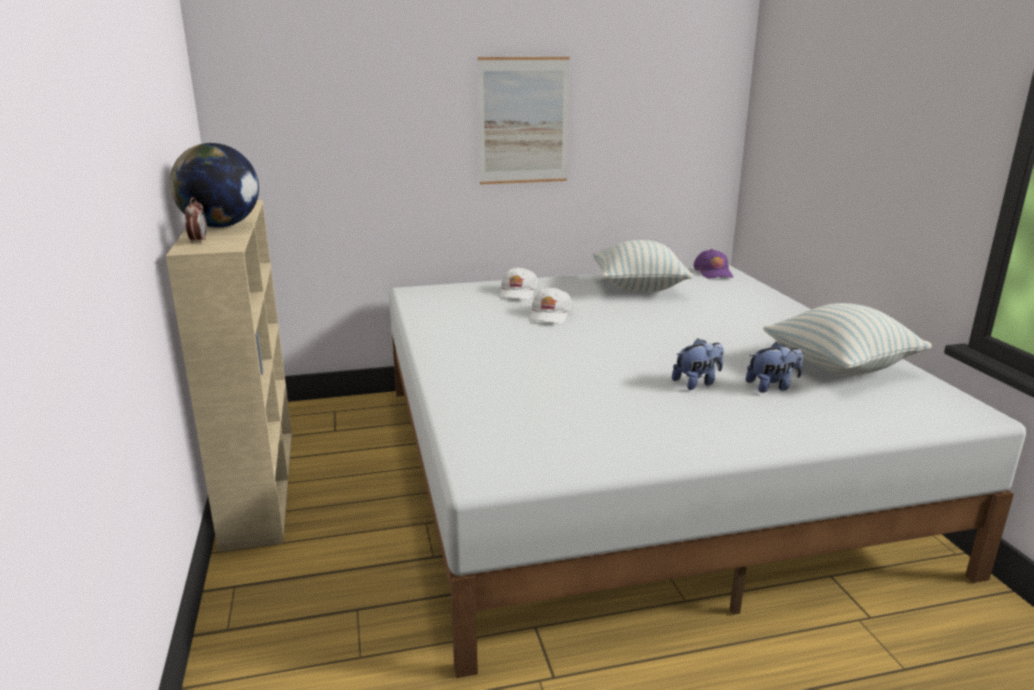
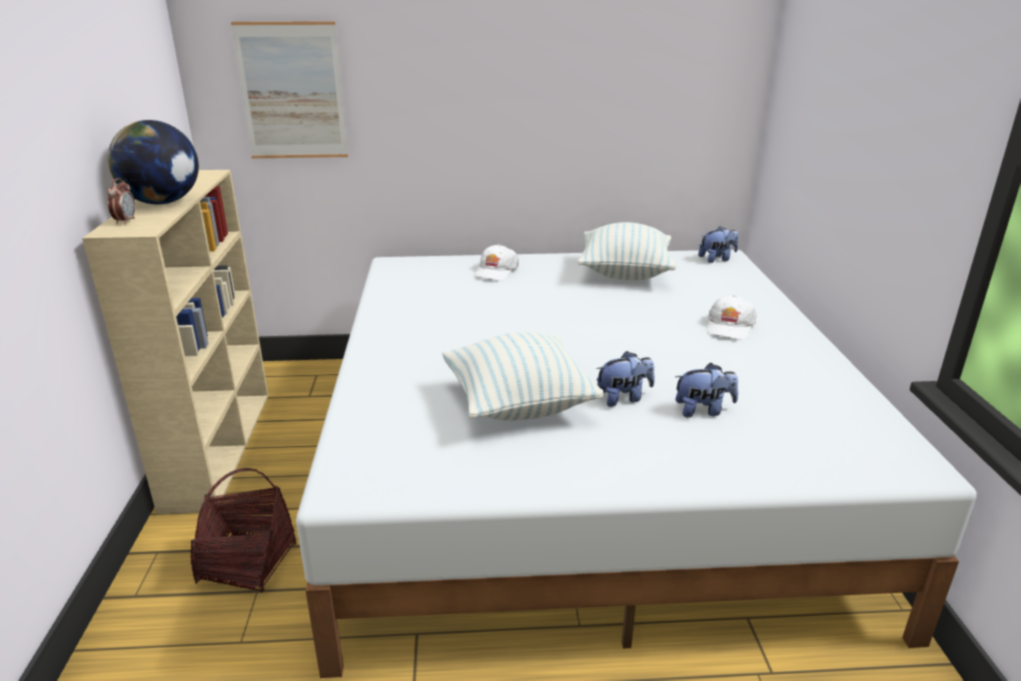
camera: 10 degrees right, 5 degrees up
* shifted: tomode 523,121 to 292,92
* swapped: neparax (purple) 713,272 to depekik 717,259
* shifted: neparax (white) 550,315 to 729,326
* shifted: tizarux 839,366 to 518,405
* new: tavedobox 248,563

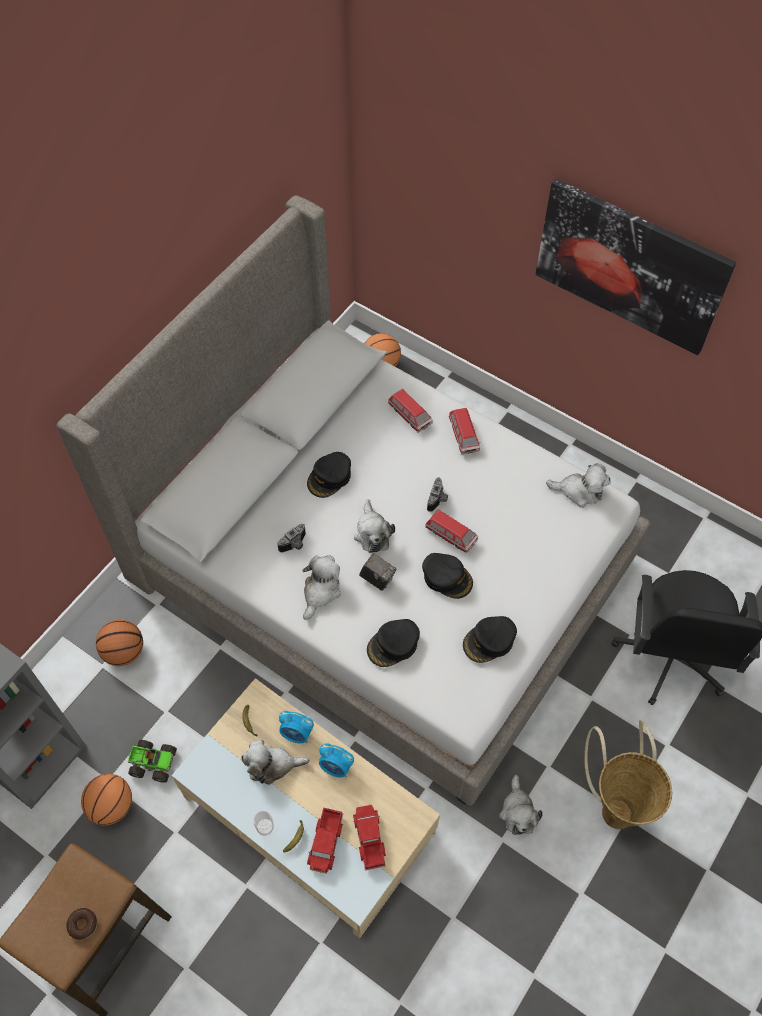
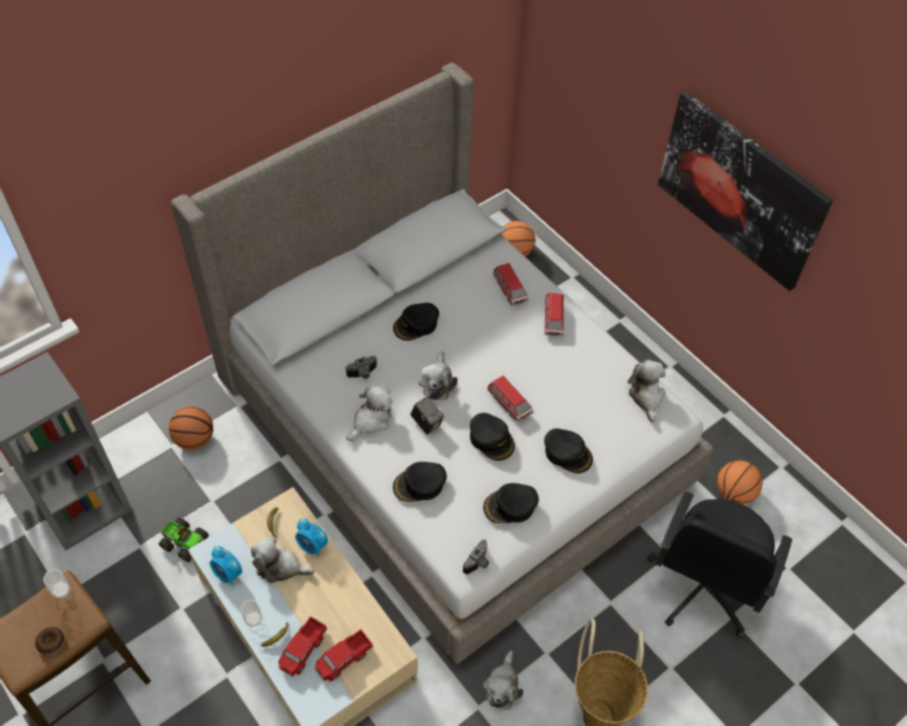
camera: 15 degrees right, 5 degrees down
* rotated: depekik 579,491 = 646,396 120 degrees counterclockwise
* shifted: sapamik 438,499 to 479,563
* shifted: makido 336,767 to 228,574
* shifted: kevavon 112,806 to 734,493
* rotated: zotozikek 369,839 = 344,659 135 degrees counterclockwise
* new: neparax (black) 567,453
* new: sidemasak 61,591

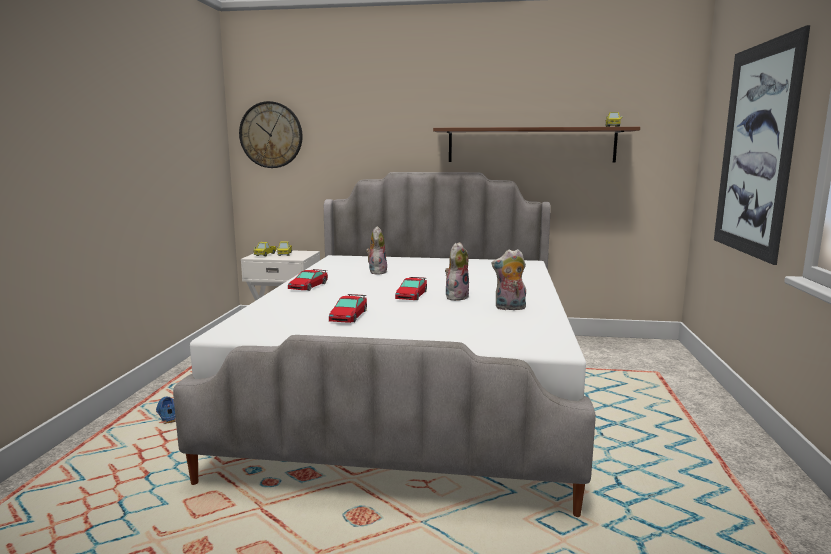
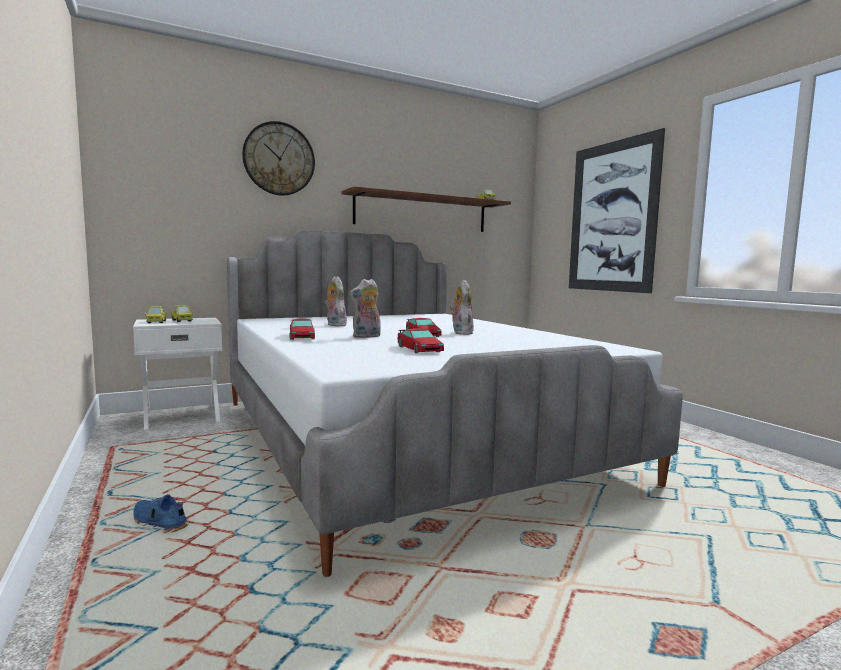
camera: 35 degrees left, 5 degrees down
* shifted: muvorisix 271,135 to 279,159
* shifted: depekik 509,308 to 366,337

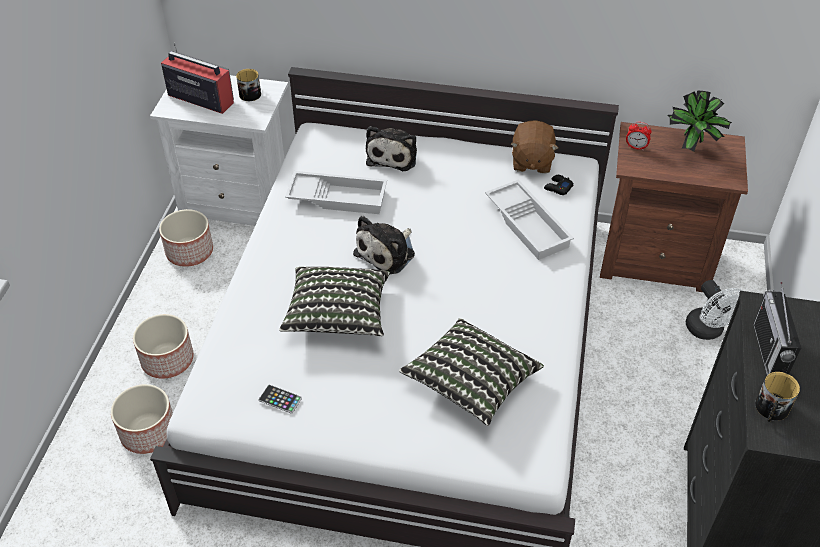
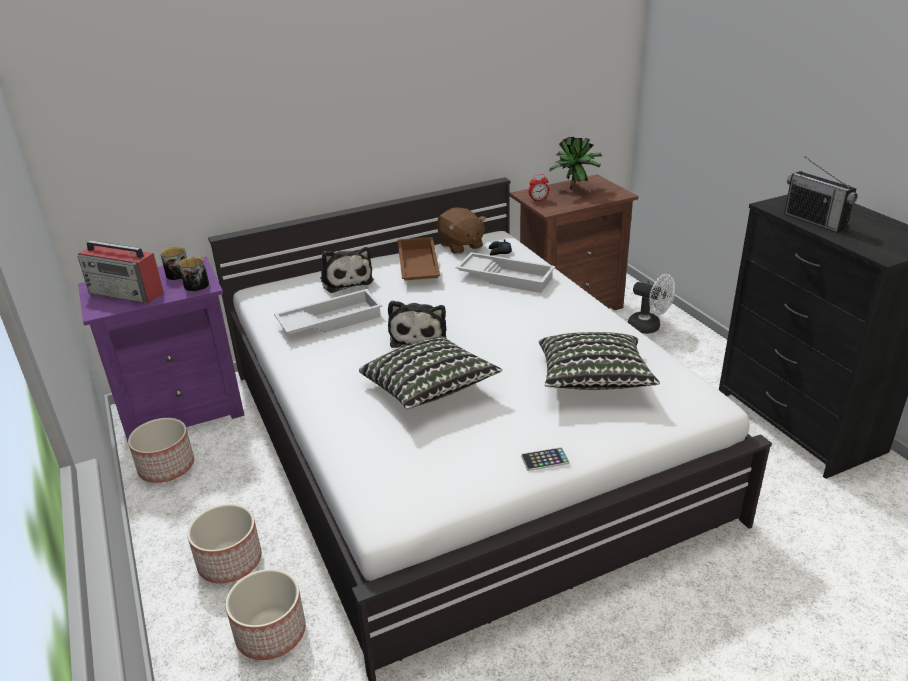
camera: 35 degrees left, 15 degrees down
* rotated: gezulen 200,98 = 127,293 150 degrees counterclockwise
* repainted: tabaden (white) 239,203 to tabaden (purple) 183,410
* shifted: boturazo 771,410 to 196,287
* shifted: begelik 280,399 to 545,460
* new: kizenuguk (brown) 417,267

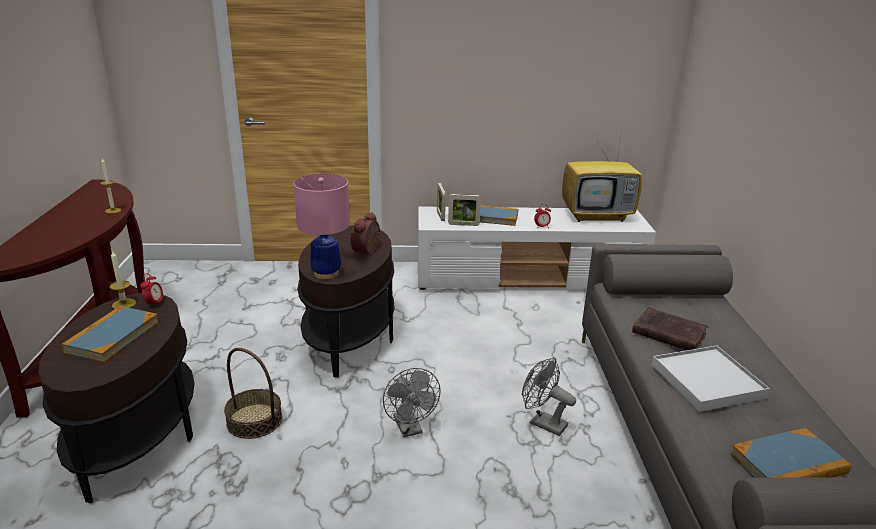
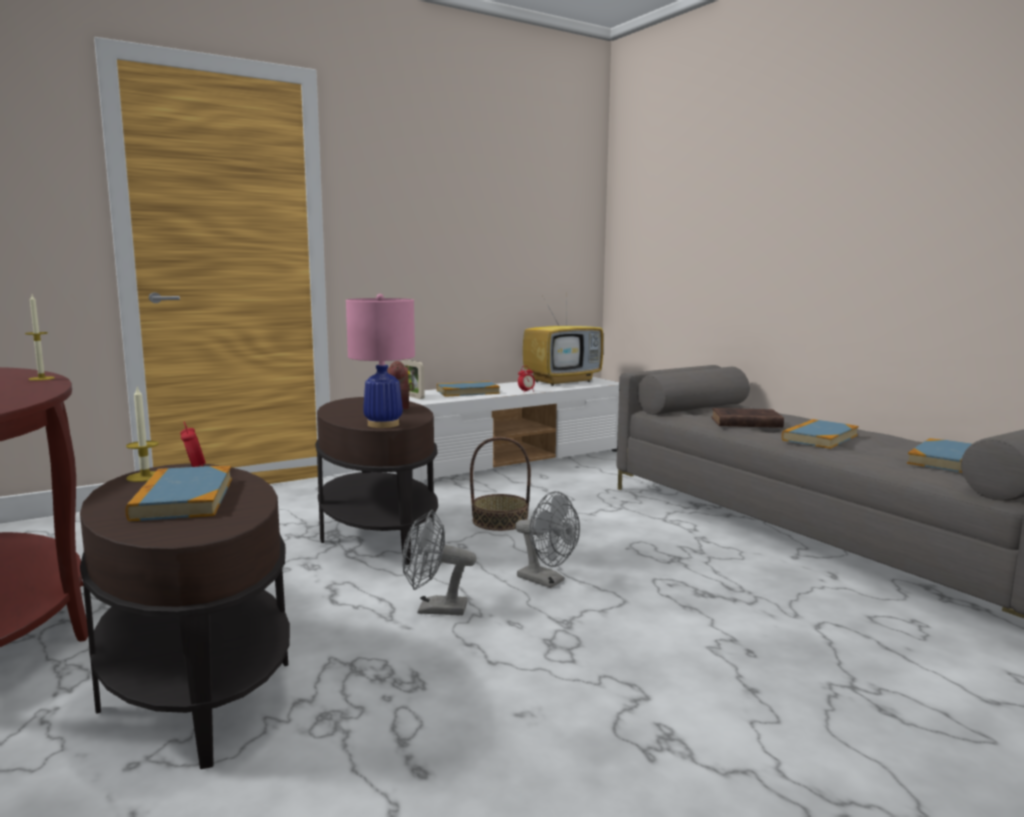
camera: 30 degrees left, 15 degrees down
* gone: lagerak 463,224
* swapped: kizenuguk (white) 706,381 to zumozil 819,437
* shifted: tavedobox 254,420 to 500,521
* shifted: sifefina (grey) 542,423 to 434,609

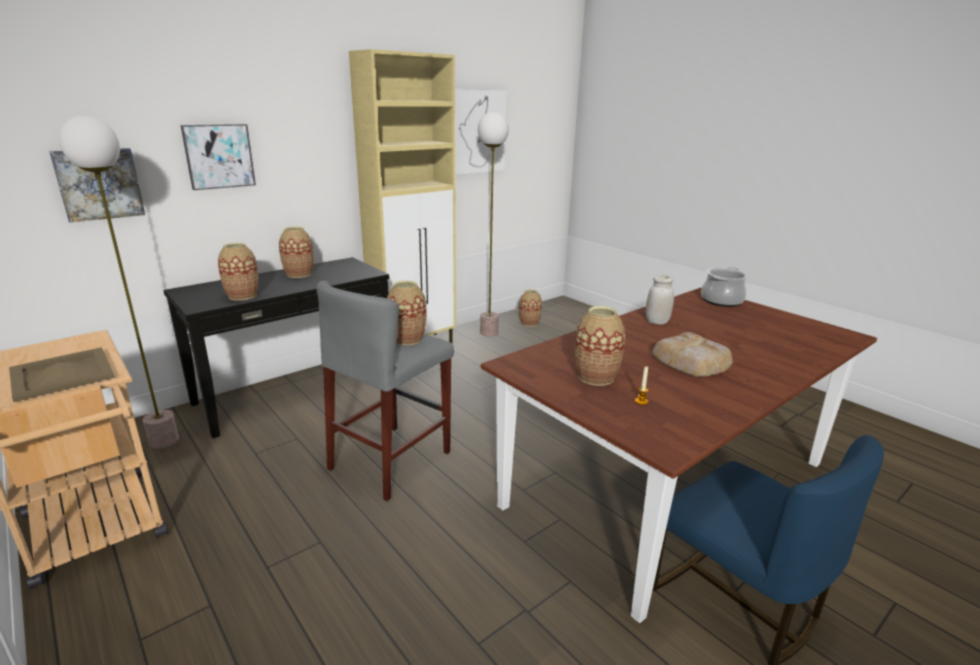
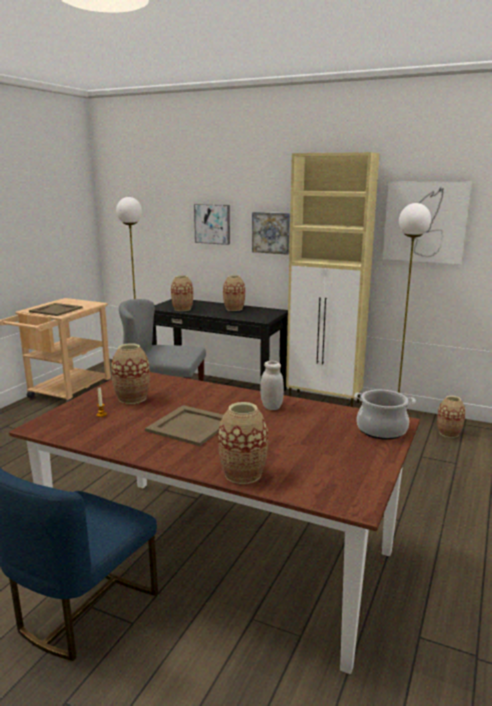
camera: 65 degrees right, 5 degrees down
* shifted: tomode 99,184 to 271,232
* shifted: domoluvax 407,339 to 243,474
* swapped: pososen 691,361 to kizenuguk (beige) 189,425

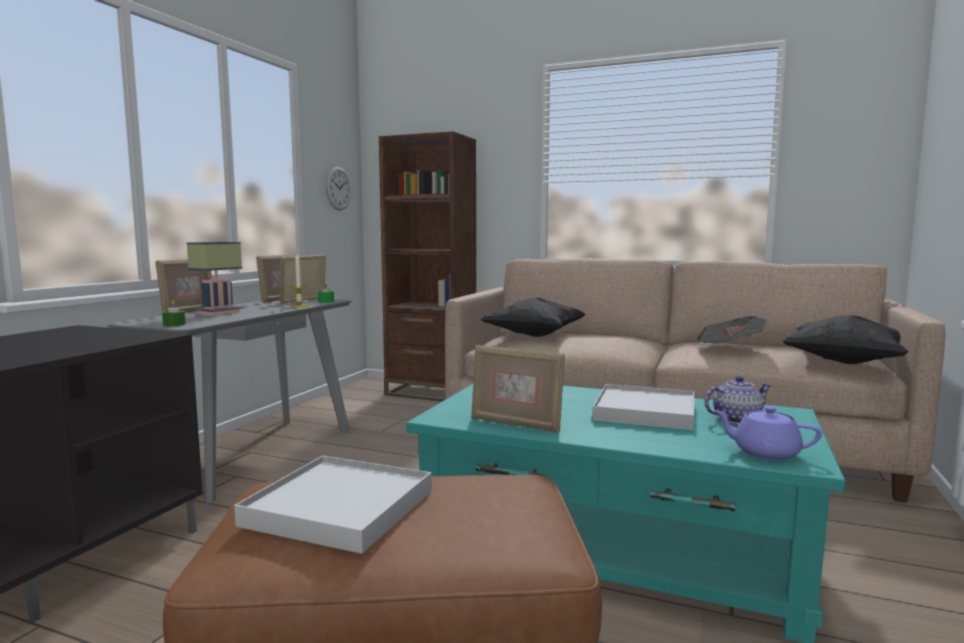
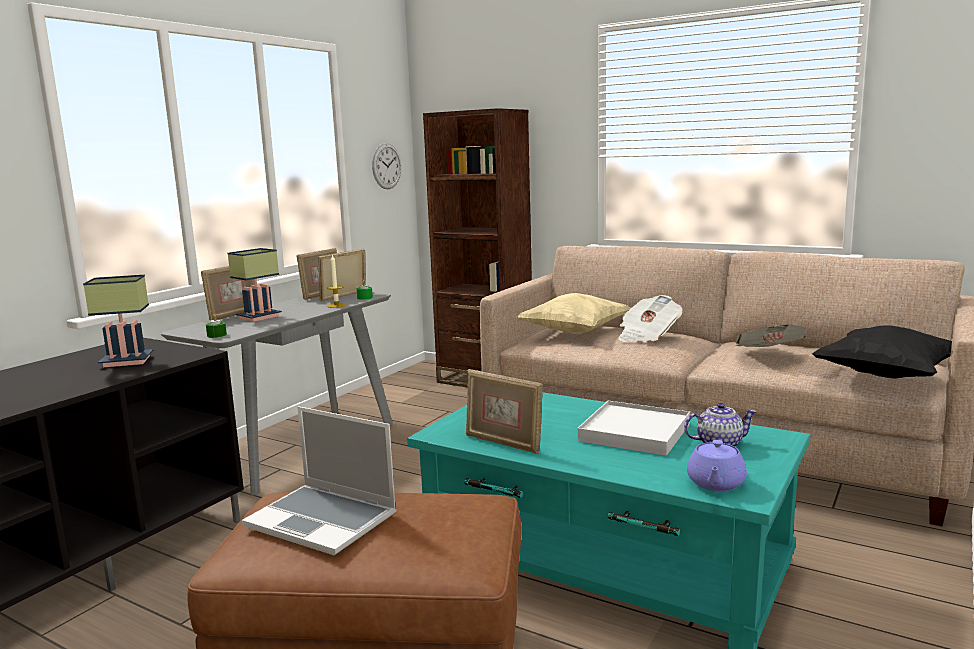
camera: 10 degrees right, 5 degrees up
* repainted: tizarux (black) 534,336 to tizarux (beige) 574,332
* rotated: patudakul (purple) 764,453 = 715,484 105 degrees counterclockwise
* swapped: kizenuguk (white) 340,508 to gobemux 324,520
* new: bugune 129,360
* new: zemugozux 647,336

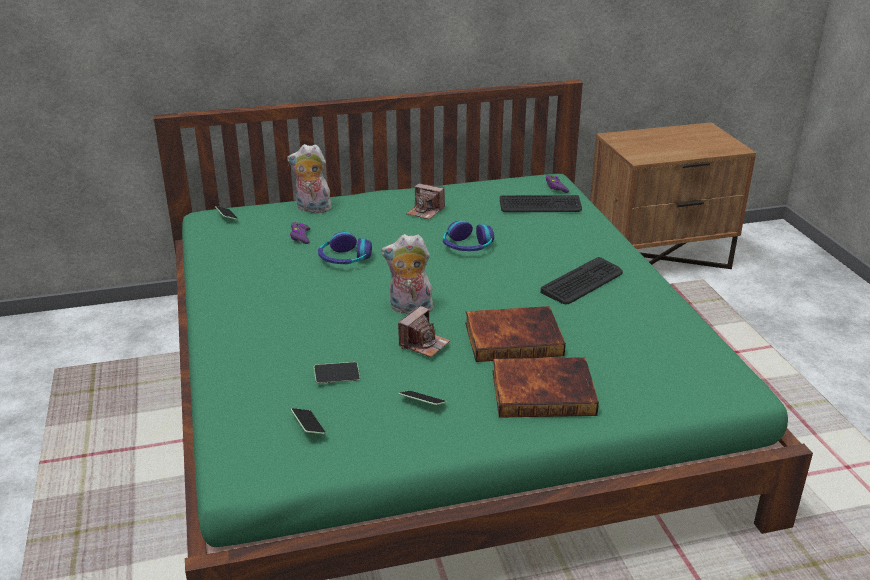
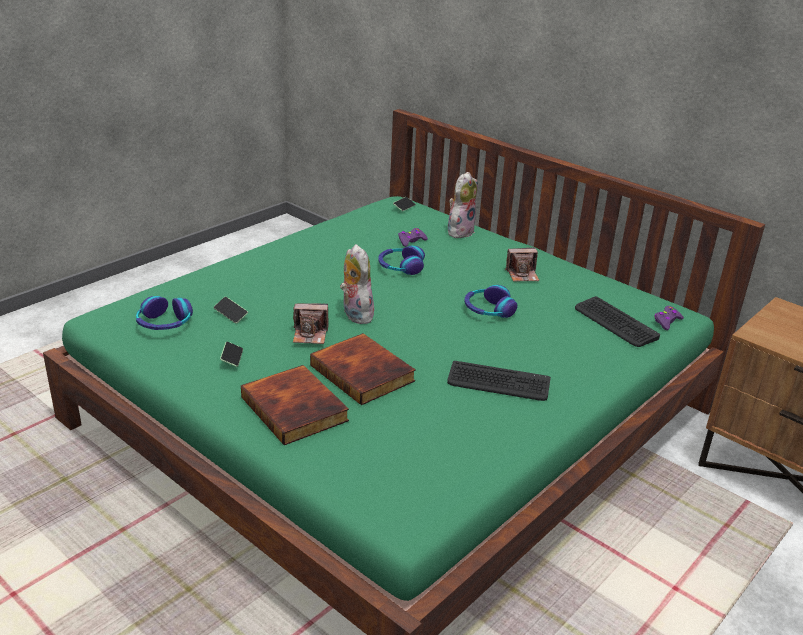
camera: 55 degrees right, 0 degrees up
* rotated: depekik 312,209 = 459,231 60 degrees clockwise
* rotated: sapamik 425,212 = 522,275 90 degrees counterclockwise
* swapped: begelik 308,426 to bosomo 164,323

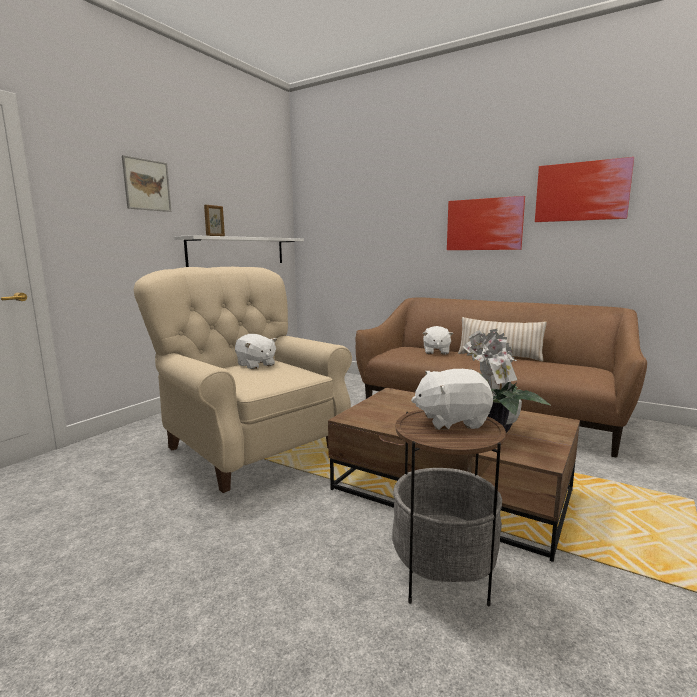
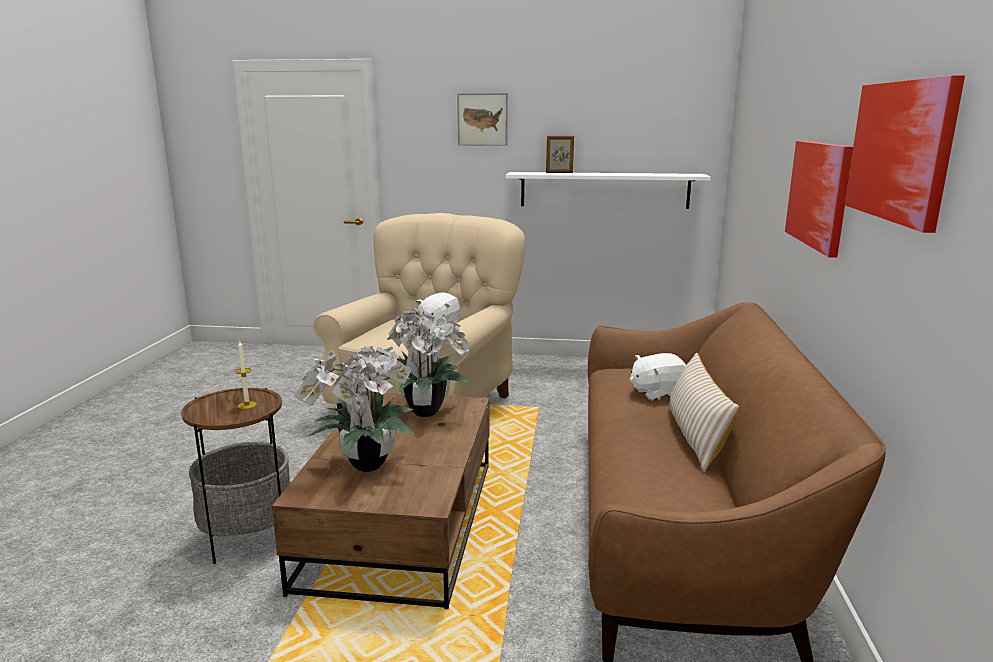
camera: 65 degrees right, 5 degrees up
* swapped: depekik (white) 451,421 to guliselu 247,405
* new: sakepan 424,411

